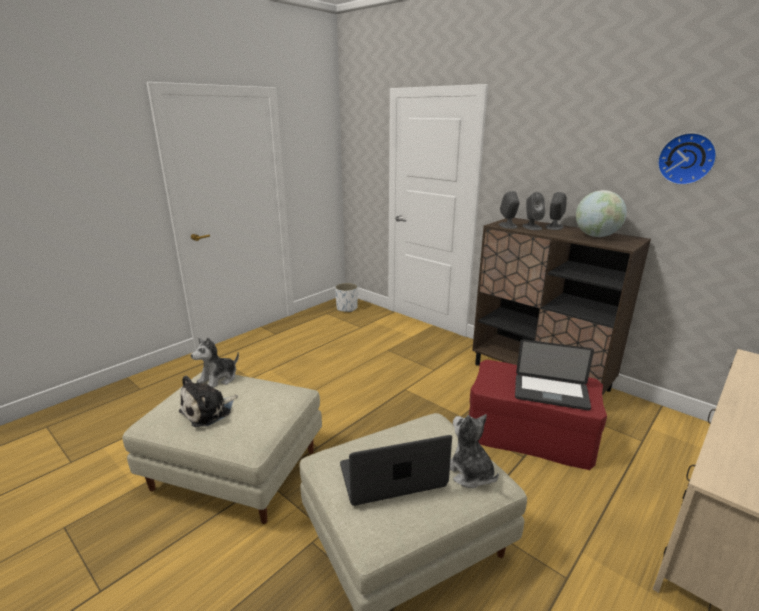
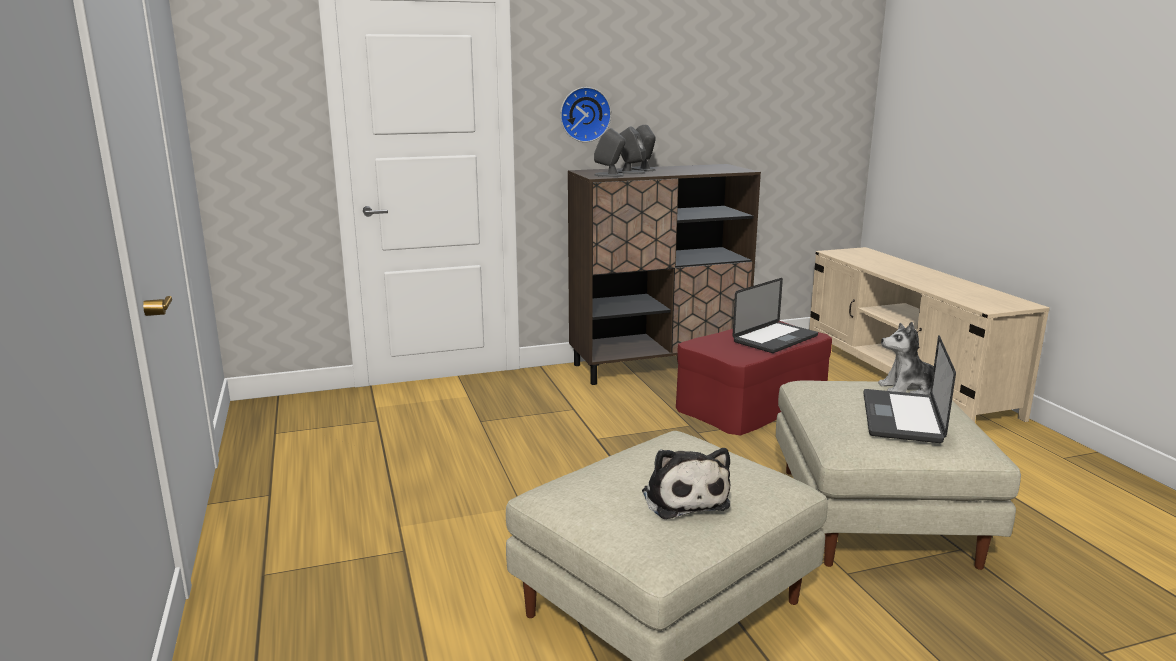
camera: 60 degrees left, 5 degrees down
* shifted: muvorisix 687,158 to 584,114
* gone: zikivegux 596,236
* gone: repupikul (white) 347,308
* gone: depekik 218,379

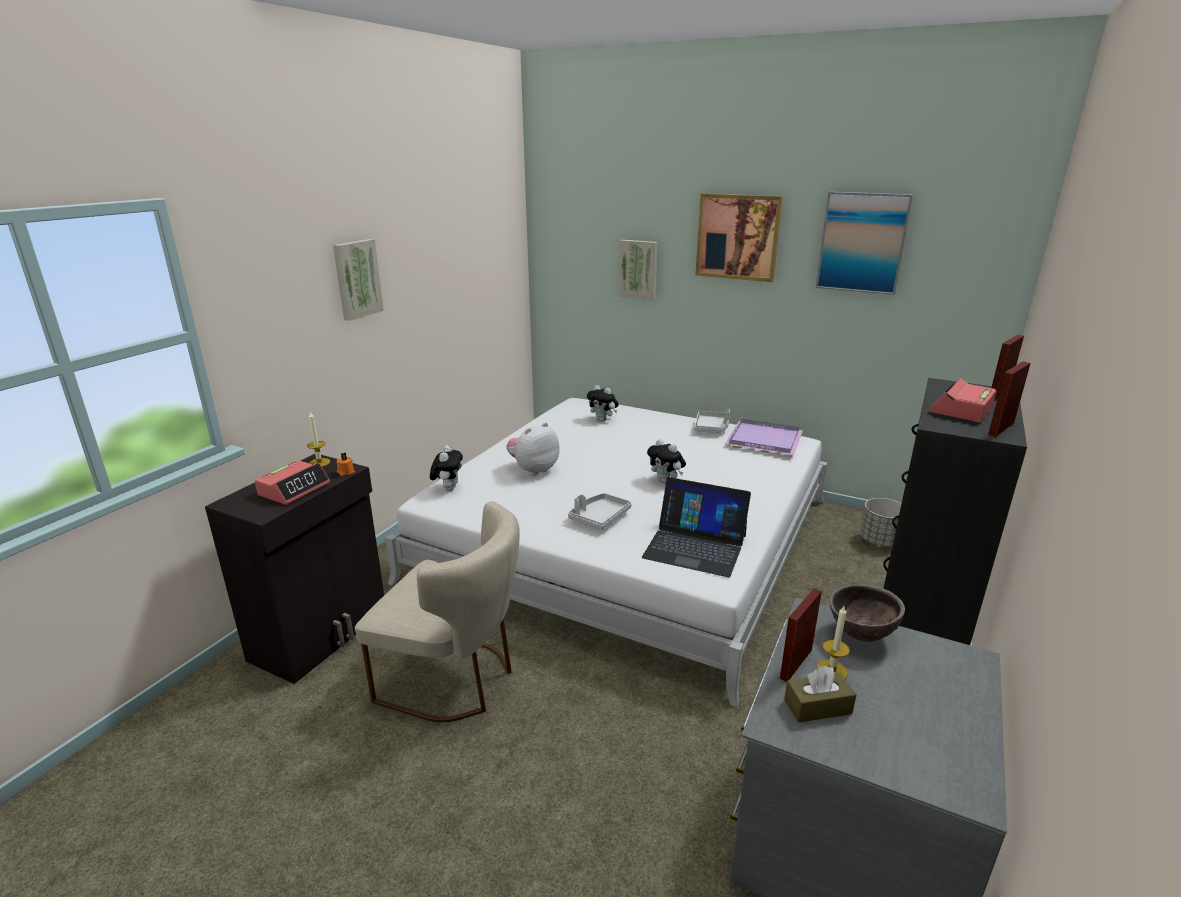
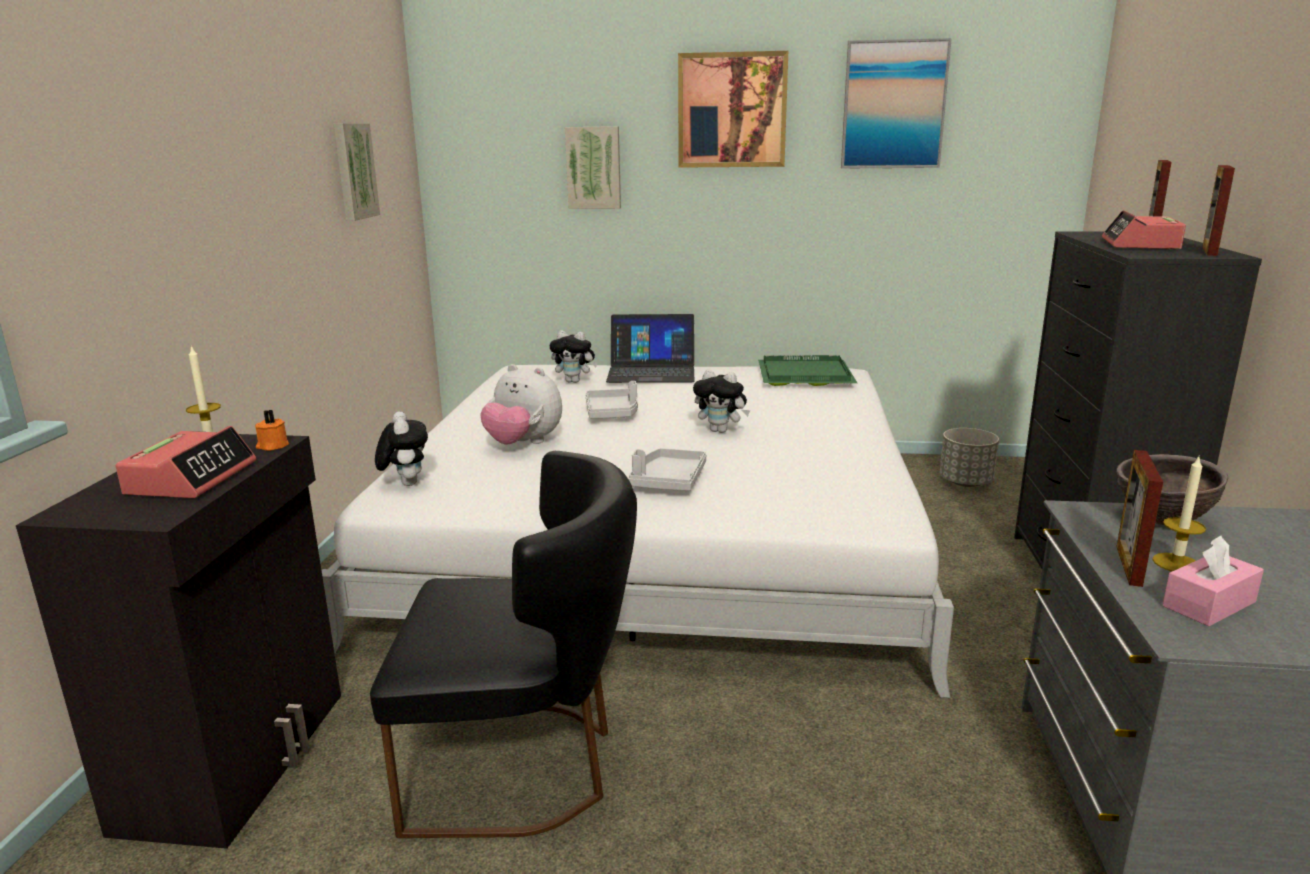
camera: 20 degrees left, 5 degrees down
* shifted: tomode 356,279 to 353,171
* shifted: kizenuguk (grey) 711,428 to 612,413
* repainted: kizenuguk (purple) 762,440 to kizenuguk (green) 803,375
* rotated: depekik 533,470 = 523,444 90 degrees counterclockwise
* shifted: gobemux 695,546 to 651,371
* repainted: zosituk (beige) 456,679 to zosituk (black) 524,765
* repainted: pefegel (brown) 817,707 to pefegel (pink) 1209,604

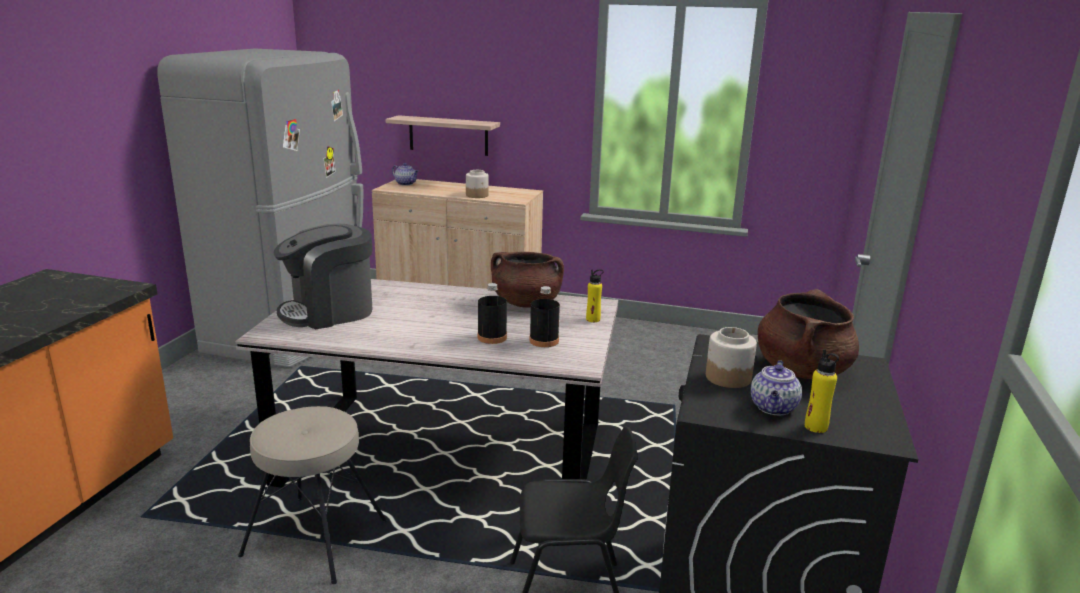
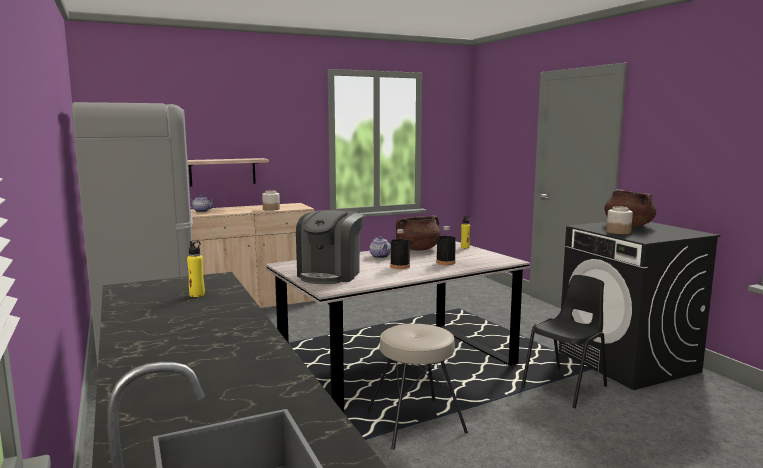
camera: 40 degrees left, 10 degrees down
* shifted: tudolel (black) 544,341 to 400,266
* shifted: tudolel (yellow) 816,427 to 197,294
* shifted: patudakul 774,408 to 380,256

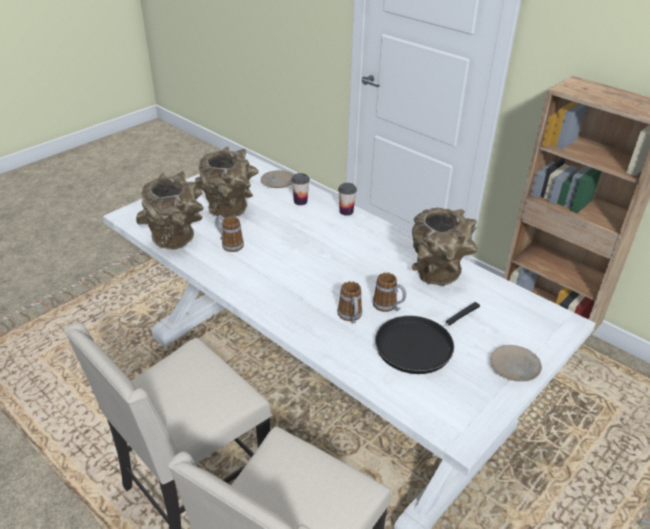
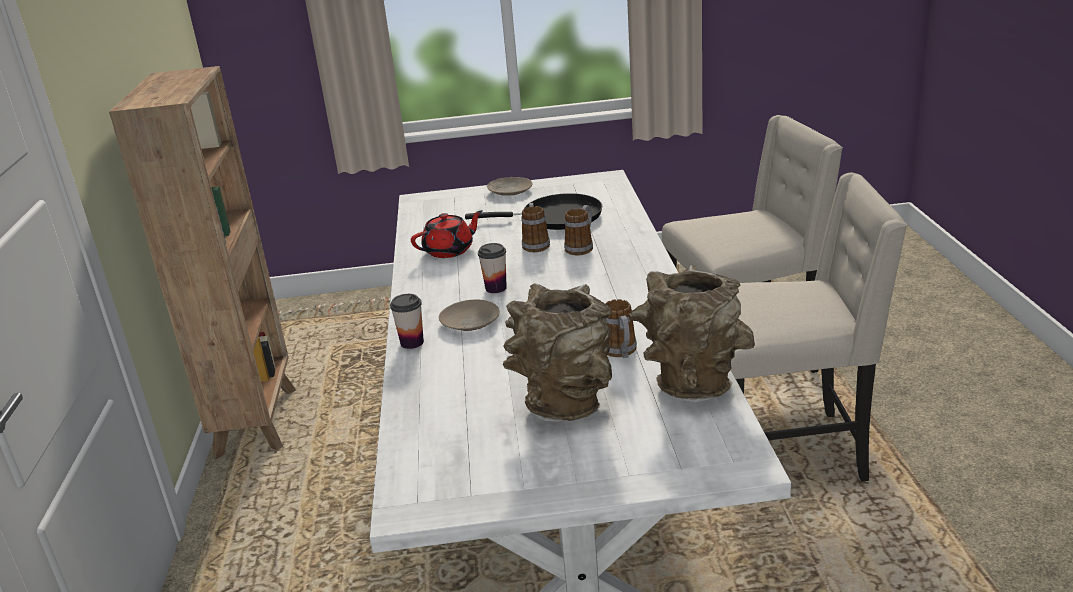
camera: 135 degrees left, 10 degrees down
* shifted: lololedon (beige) 277,183 to 470,322
* shifted: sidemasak 300,201 to 496,288
* swapped: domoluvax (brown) 437,277 to patudakul (red) 450,250

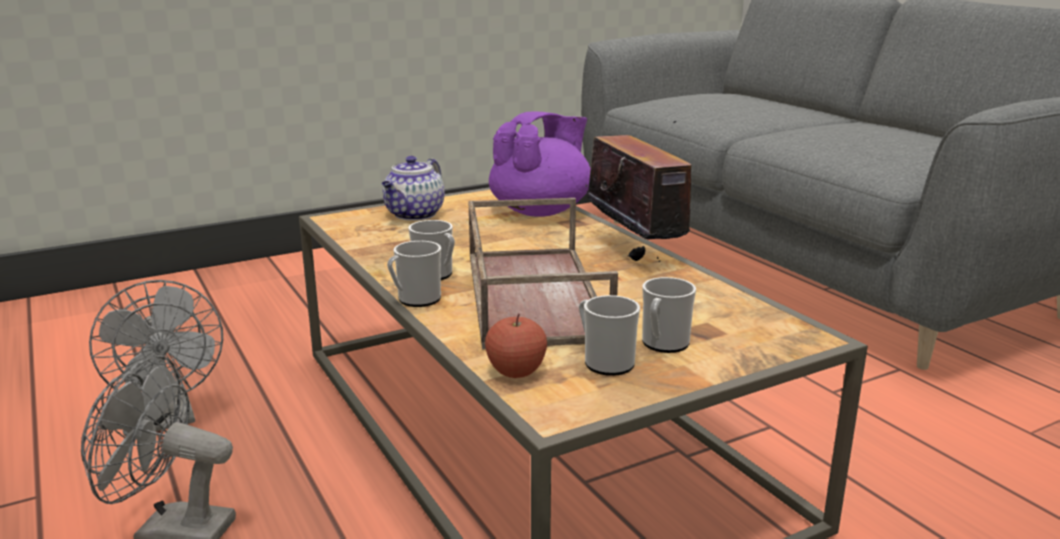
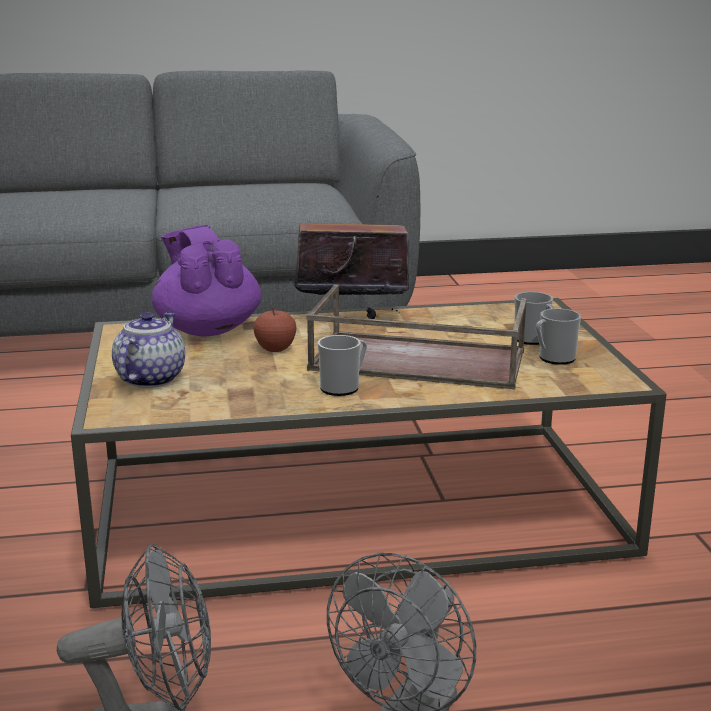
camera: 70 degrees left, 0 degrees up
* rotated: patudakul 414,215 = 150,378 120 degrees counterclockwise
* gone: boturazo 415,300
* shifted: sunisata 516,372 to 275,349

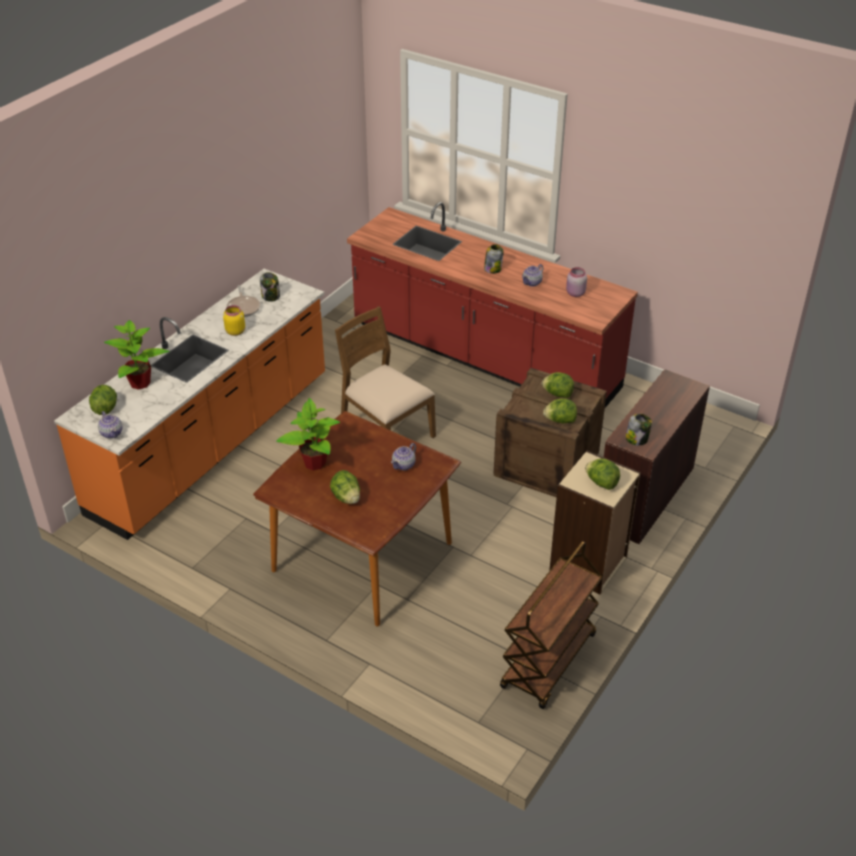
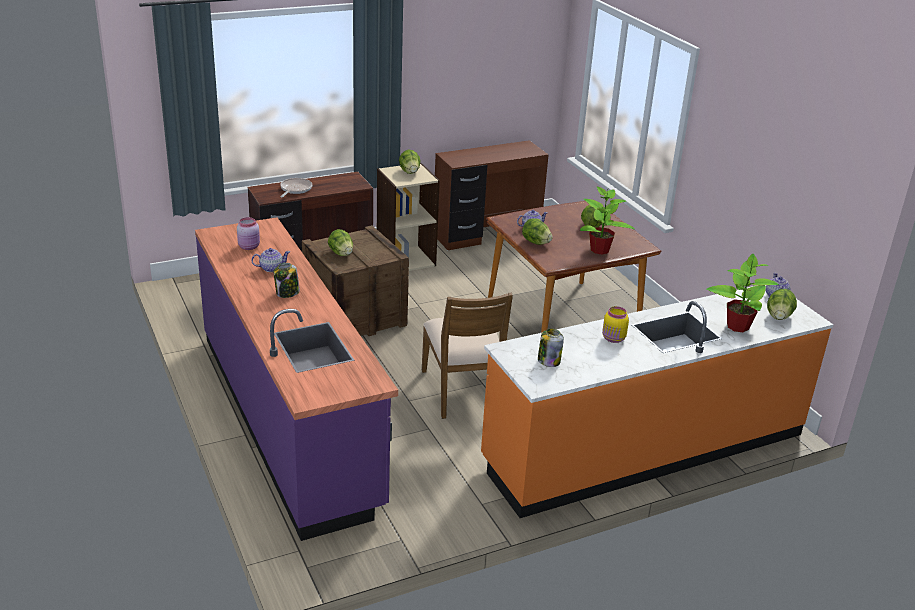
camera: 150 degrees left, 10 degrees down
* repainted: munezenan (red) 484,358 to munezenan (purple) 289,418
* shifted: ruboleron 243,308 to 295,189
* shifted: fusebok 560,421 to 535,242
* gone: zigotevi 637,439
* swapped: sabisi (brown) 549,662 to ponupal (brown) 487,235

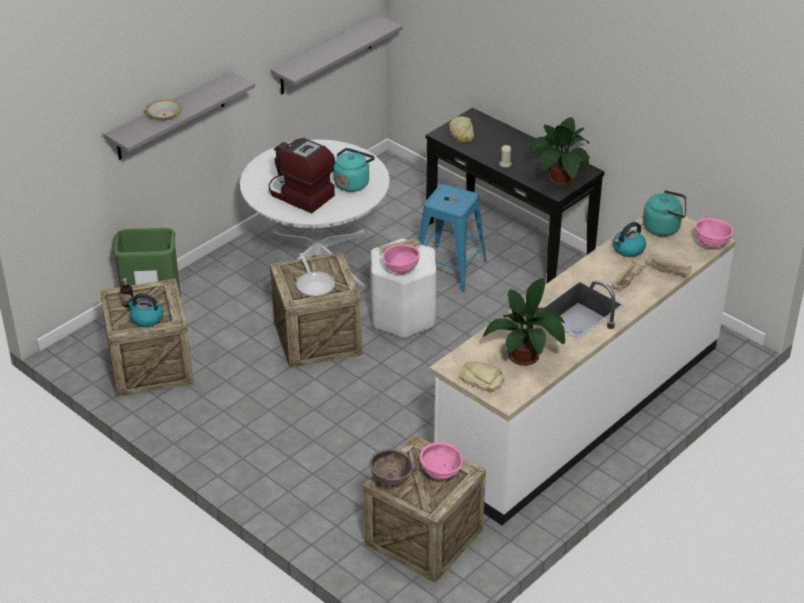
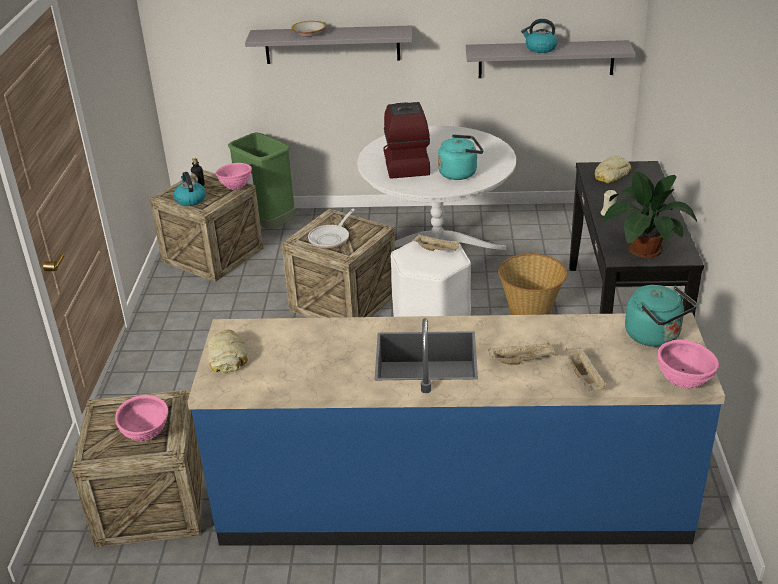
camera: 50 degrees right, 5 degrees down
* swapped: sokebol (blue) 449,268 to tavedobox 530,311
* repainted: munezenan (white) 579,409 to munezenan (blue) 451,499
* shifted: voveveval 628,249 to 540,48
* shifted: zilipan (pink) 401,271 to 236,188
* gone: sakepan 526,355
* gone: zilipan (brown) 391,481

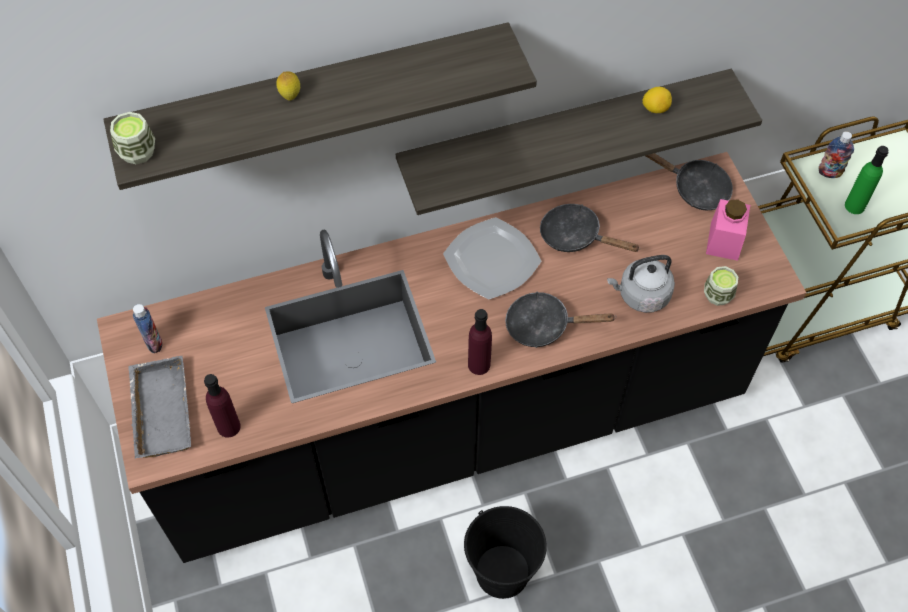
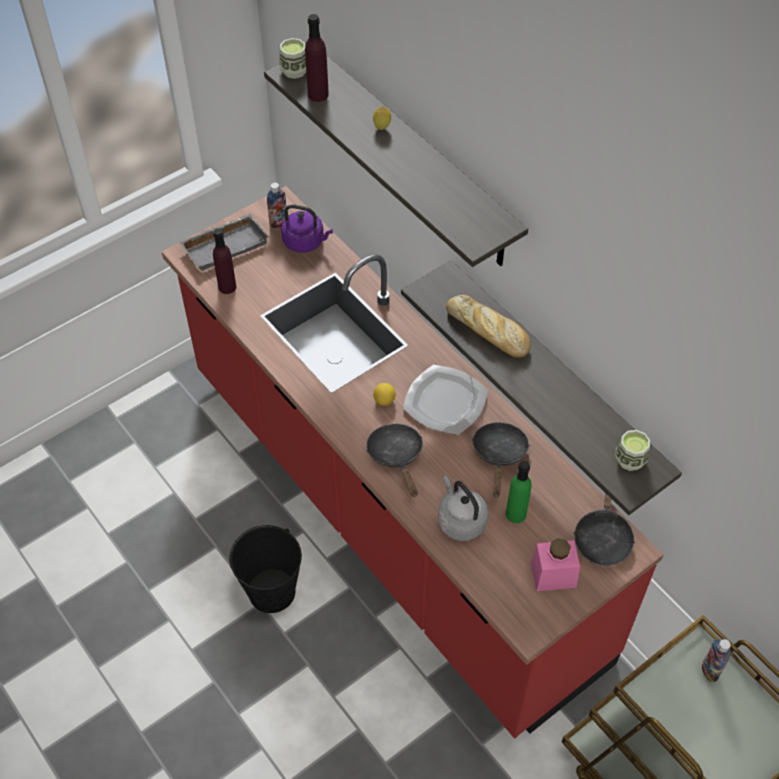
camera: 70 degrees right, 5 degrees down
* shifted: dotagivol 655,108 to 384,400
* shifted: tudolel (green) 854,206 to 516,514
* repainted: munezenan (black) 454,427 to munezenan (red) 389,514
* shifted: sidemasak 717,295 to 630,460
* shifted: tudolel (purple) 479,364 to 318,94
* new: voveveval (purple) 306,242
* new: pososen 489,331

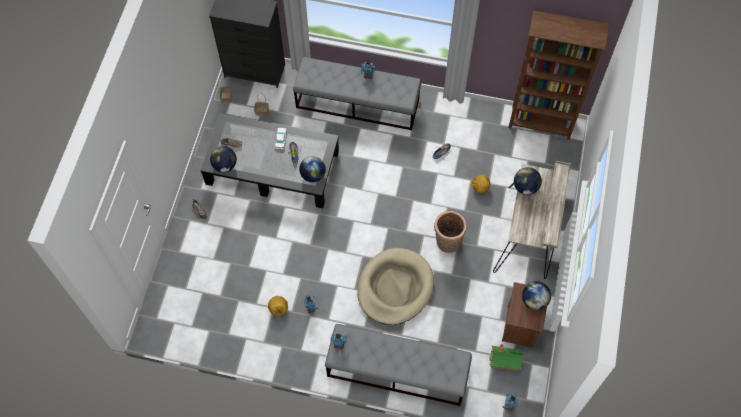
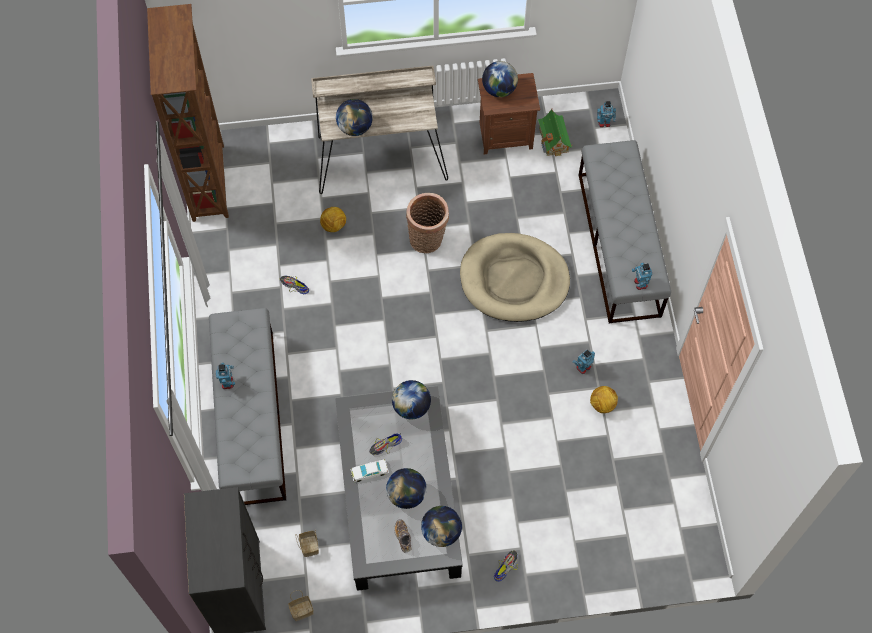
camera: 110 degrees left, 0 degrees up
* new: zikivegux 406,494

